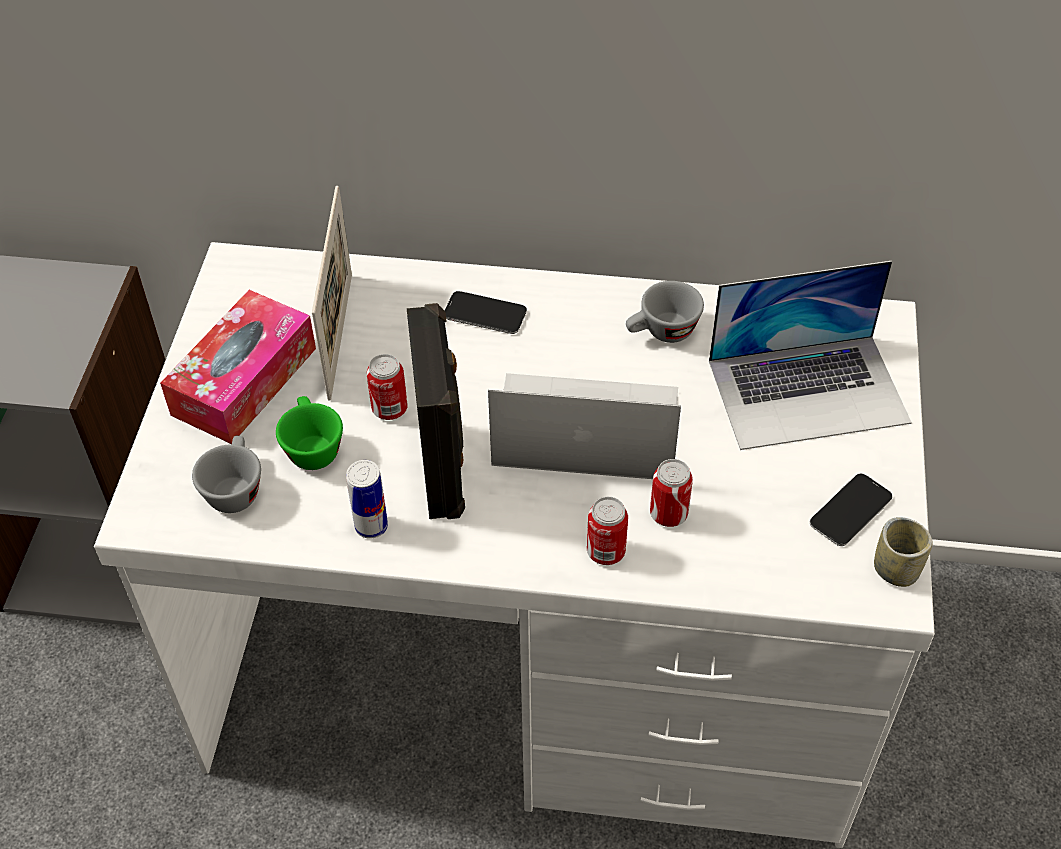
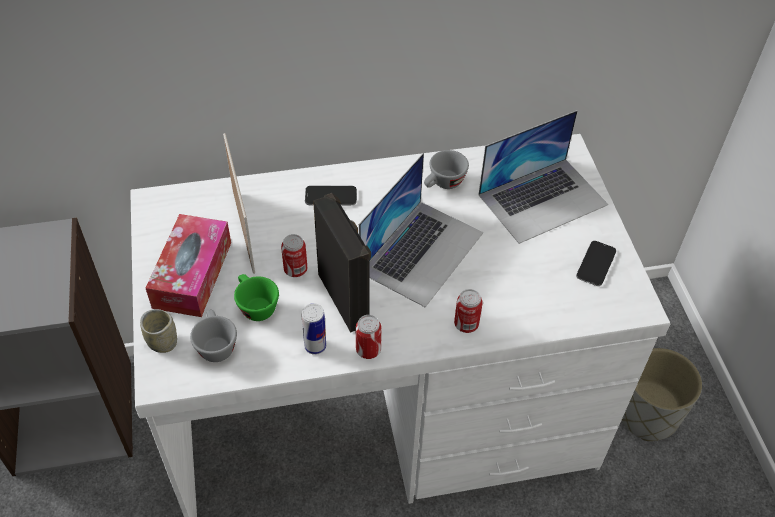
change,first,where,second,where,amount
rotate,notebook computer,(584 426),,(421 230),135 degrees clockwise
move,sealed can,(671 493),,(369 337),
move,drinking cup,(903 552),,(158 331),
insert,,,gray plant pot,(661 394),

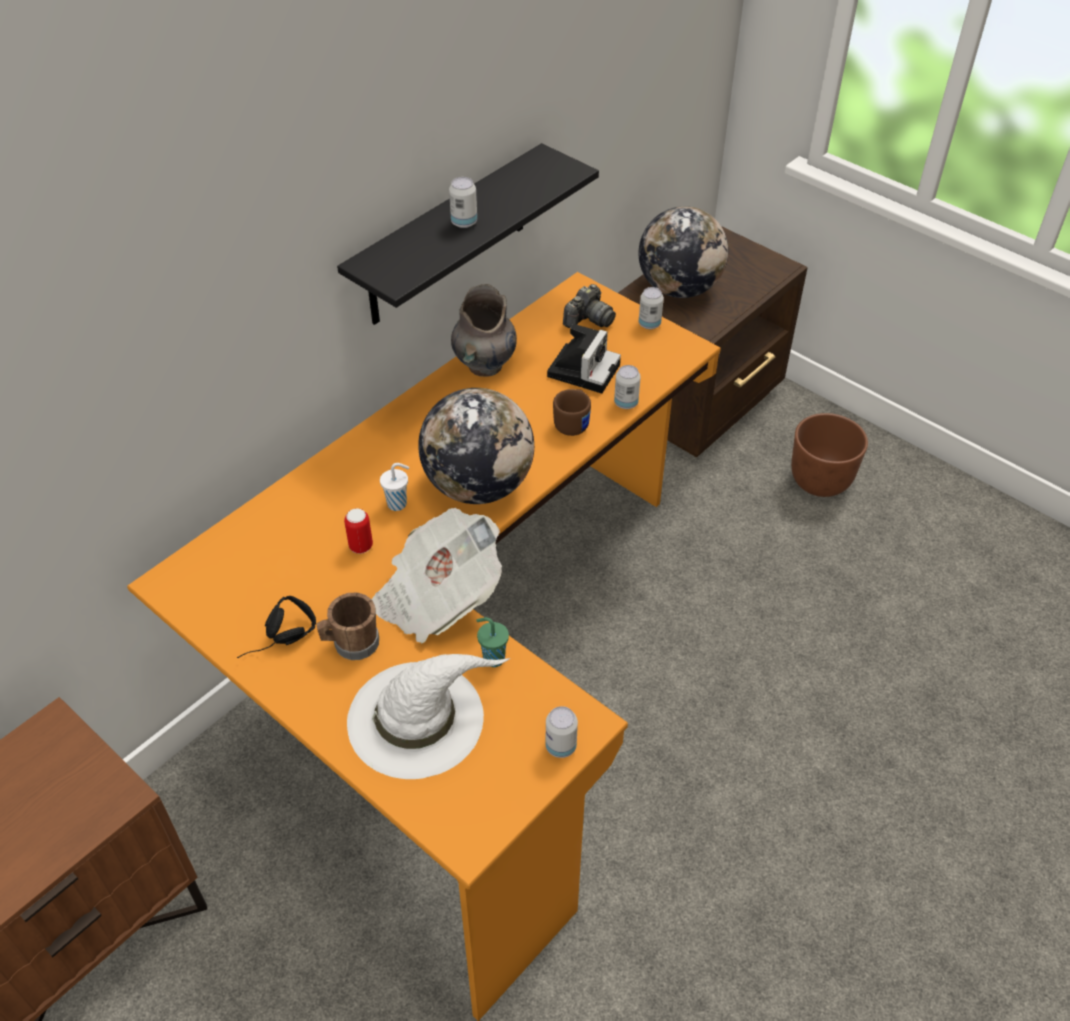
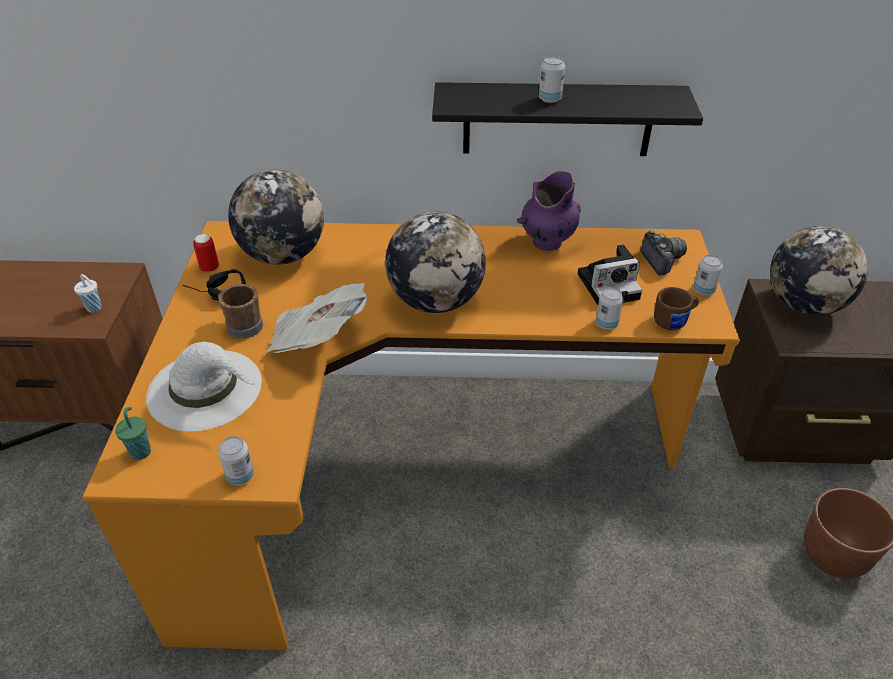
change,first,where,second,where,amount
move,sealed can,(358 531),,(206 253),
move,white-coloured drinking cup,(394 487),,(88 293),
recolor,gray decorative vase,(484 330),purple-coloured decorative vase,(549 211),
move,green-coloured drinking cup,(492 642),,(133 433),
move,brownish mug,(572 412),,(676 308),
rotate,still camera,(589 306),,(663 252),105 degrees counterclockwise
insert,,,world globe,(276 217),

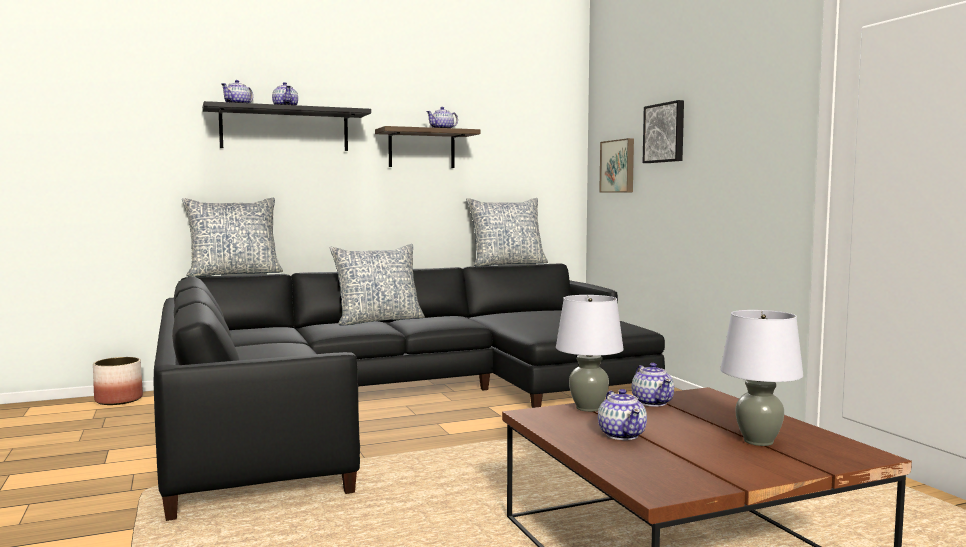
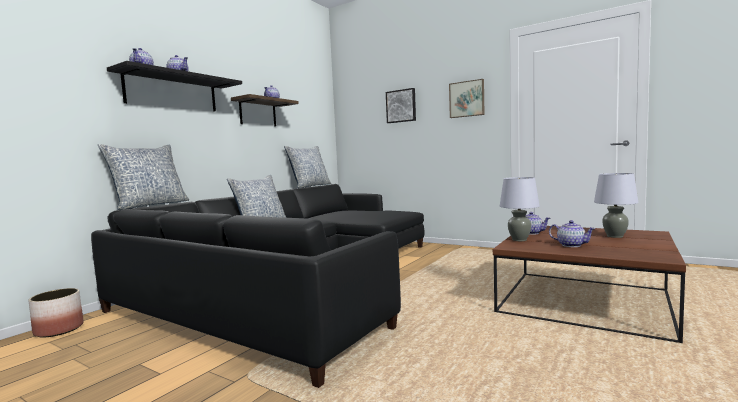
change,first,where,second,where,amount
move,wall picture,(616 165),,(467 98),

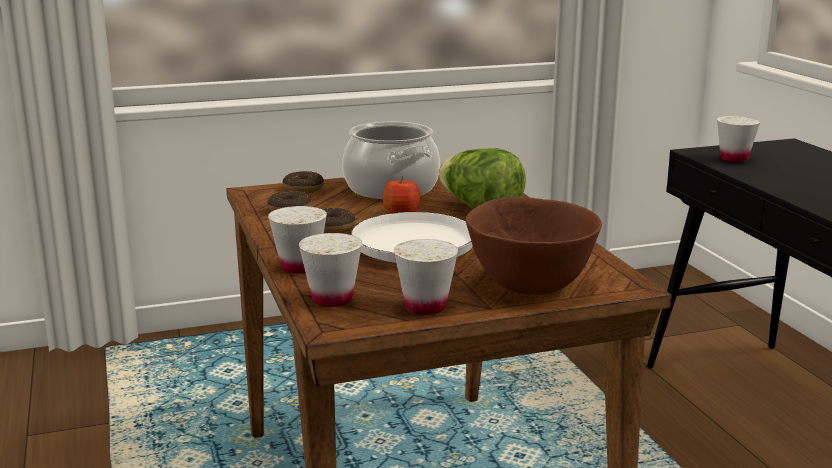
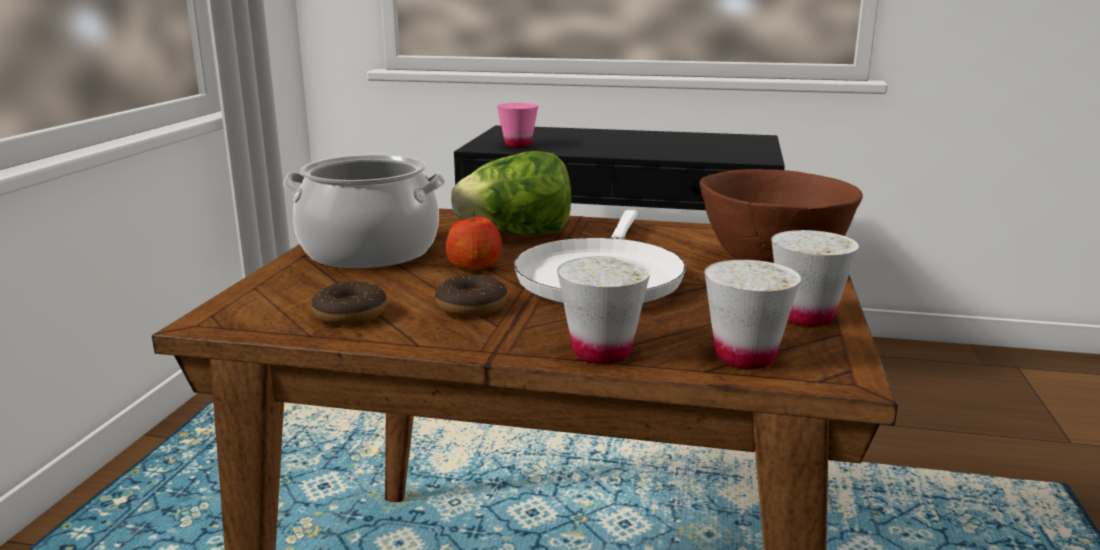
change,first,where,second,where,amount
delete,doughnut,(303 182),,,
recolor,white-coloured drinking cup,(738 139),pink drinking cup,(517 125),

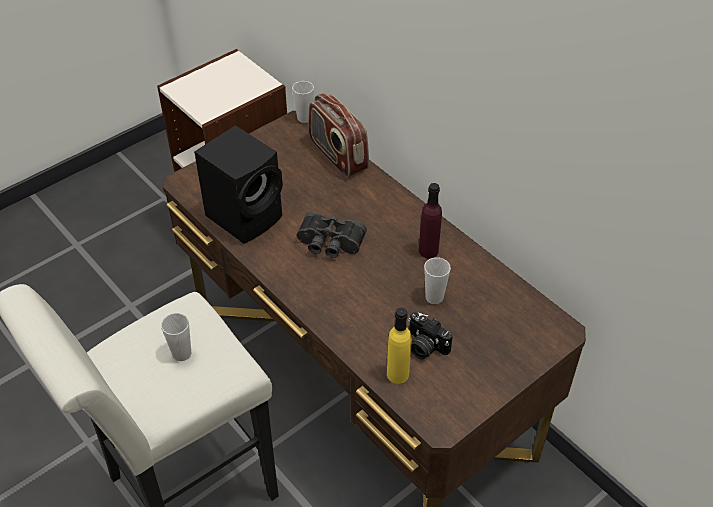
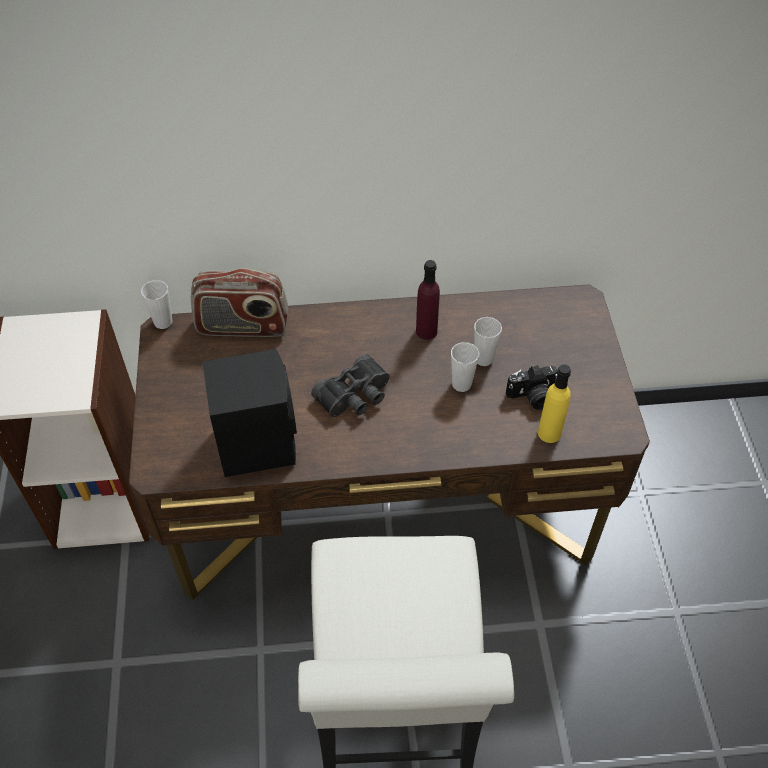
change,first,where,second,where,amount
move,drinking cup,(176 337),,(465 367),

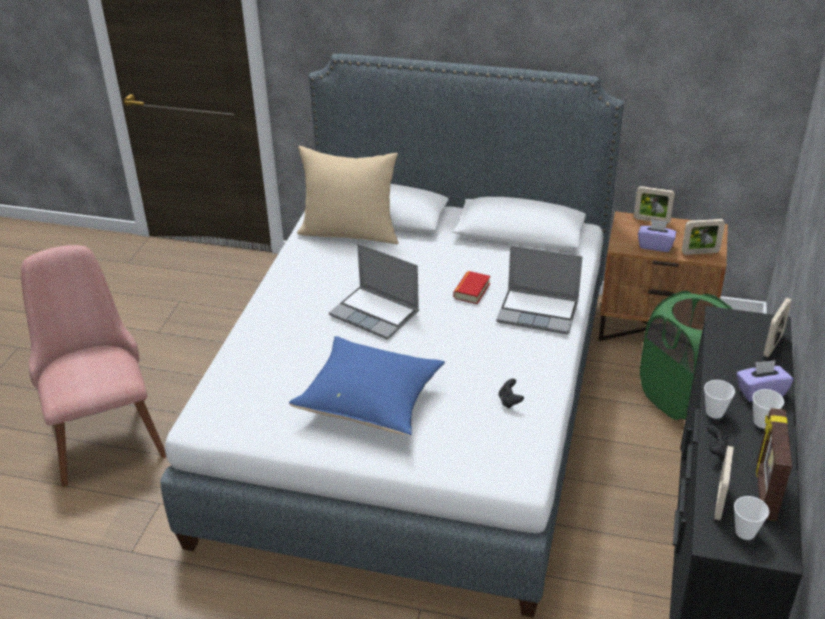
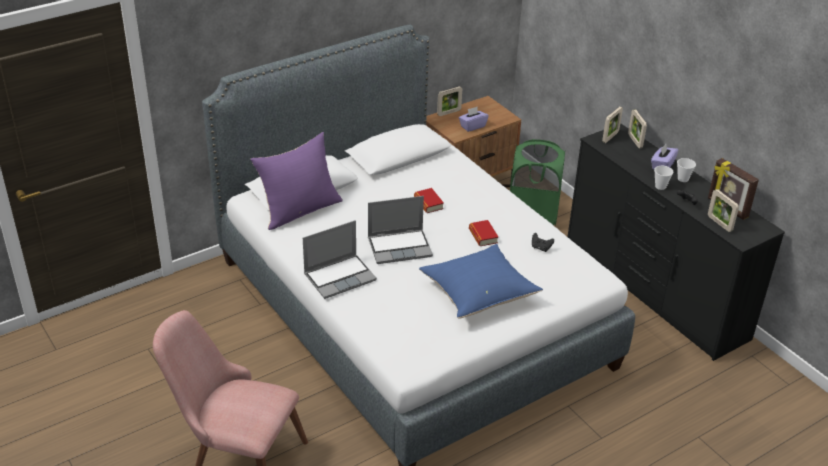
change,first,where,second,where,amount
recolor,beige-coloured throw pillow,(347 195),purple-coloured throw pillow,(296 181),
move,notebook computer,(539 289),,(340 259),
move,photo frame,(703 237),,(612 124),
delete,drinking cup,(751 518),,,
insert,,,volume,(483 233),

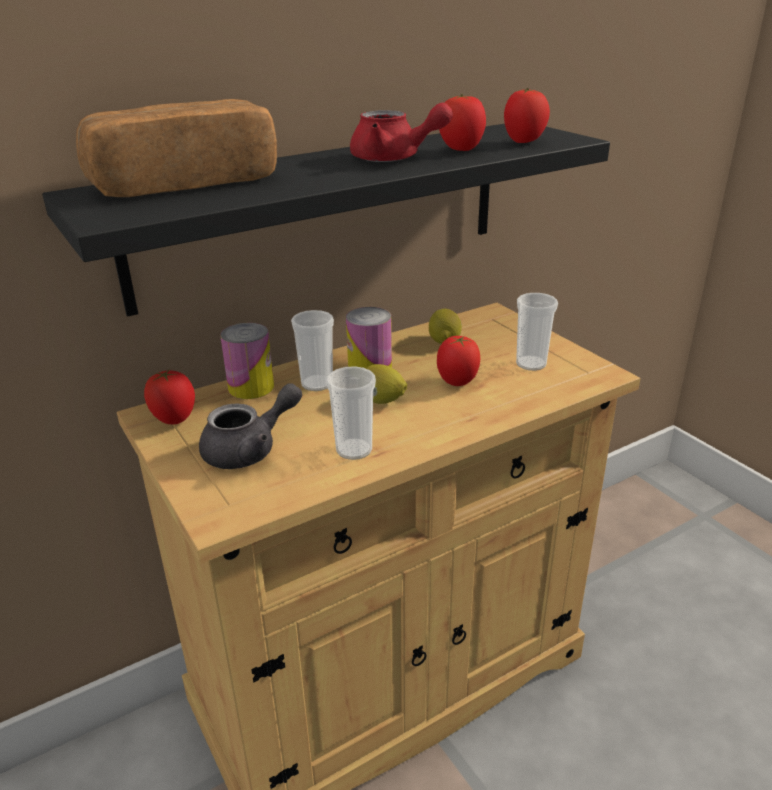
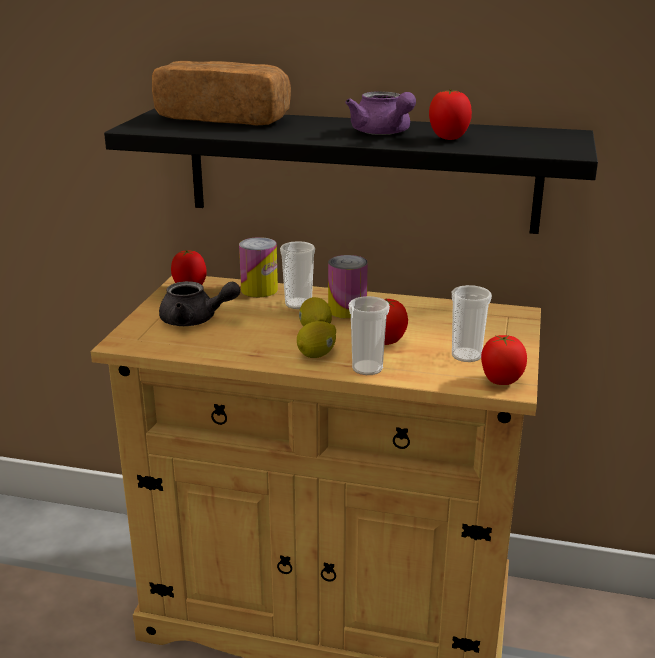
change,first,where,second,where,amount
move,drinking cup,(351 413),,(369 335),
recolor,red pot for tea,(401 132),purple-coloured pot for tea,(380 113),
move,citrus fruit,(445 326),,(316 339),
move,whole tomato,(527 115),,(504 360),

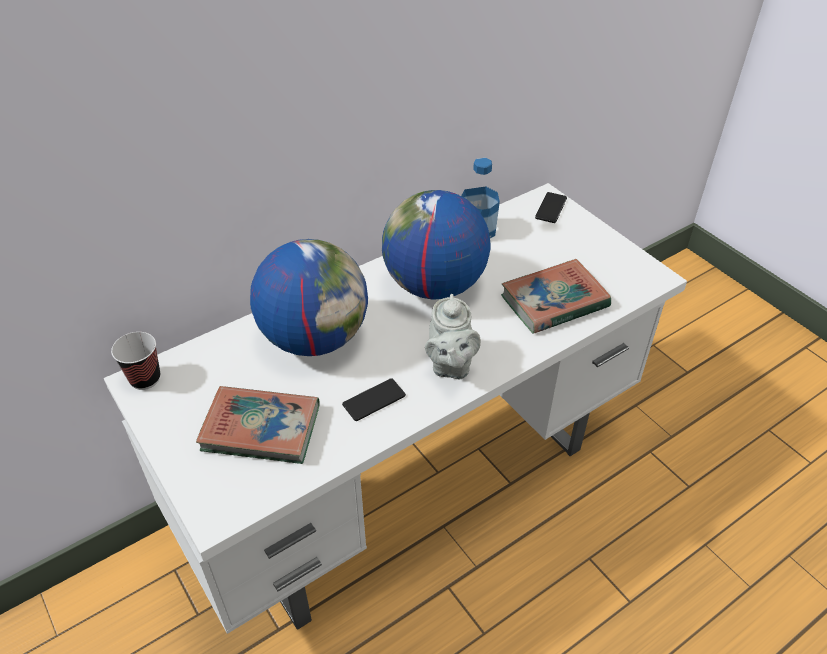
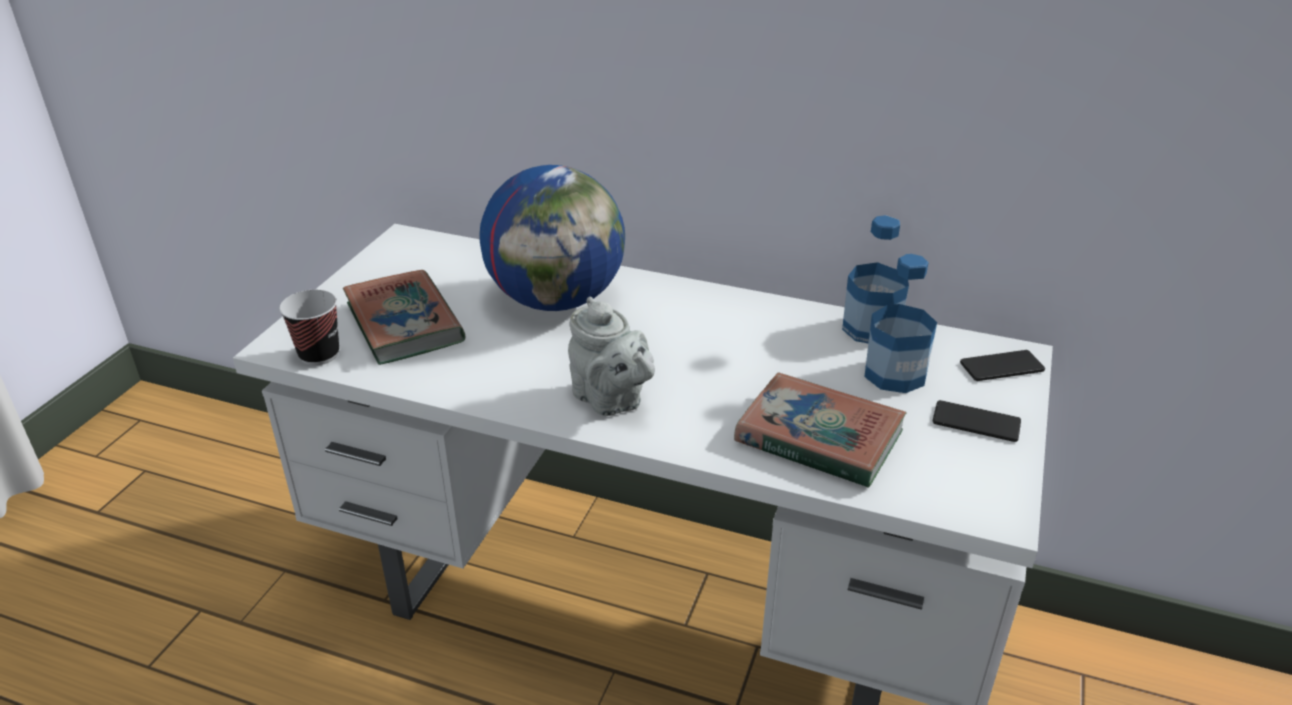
change,first,where,second,where,amount
move,drinking cup,(135 361),,(309 328),
move,handset,(374 399),,(977 421),
delete,world globe,(436 244),,,
rotate,gray pot for tea,(453 336),,(611 356),90 degrees counterclockwise
insert,,,bottle,(900 323),

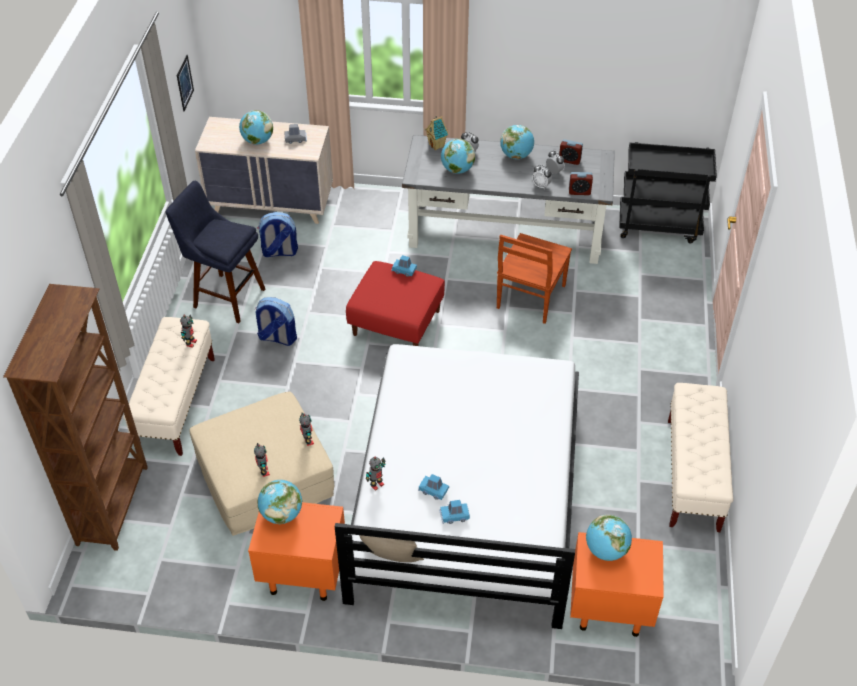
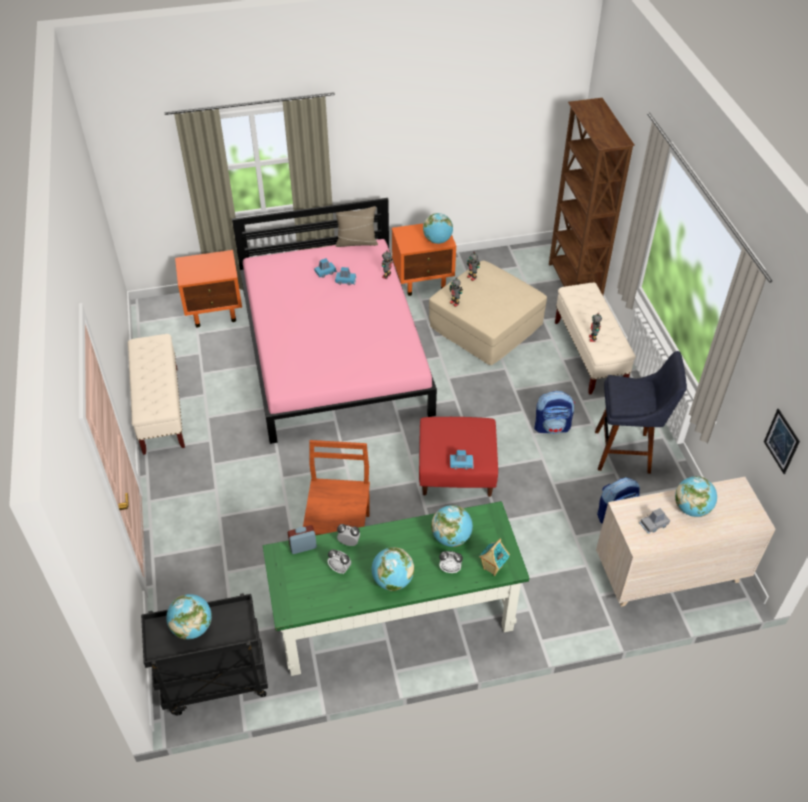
change,first,where,second,where,amount
recolor,white-coloured bed,(457 486),pink bed,(334 321),
recolor,gray desk unit,(508 199),green-coloured desk unit,(396 588),
delete,bedside clock,(571 152),,,
move,world globe,(609 538),,(189 617),

